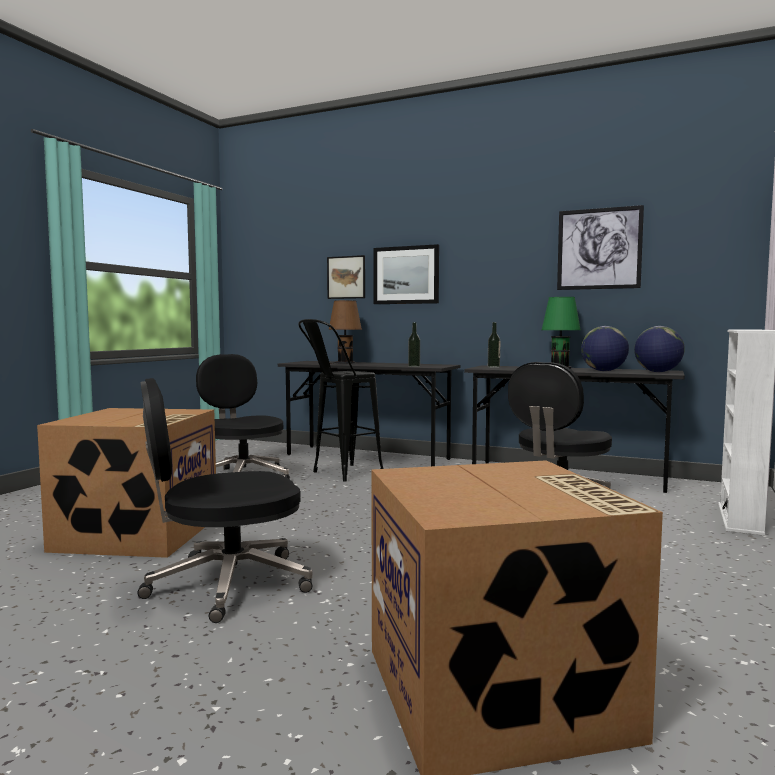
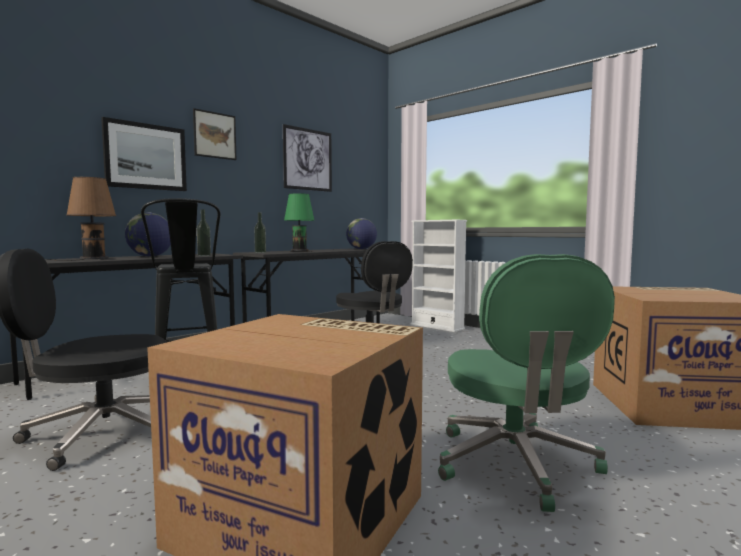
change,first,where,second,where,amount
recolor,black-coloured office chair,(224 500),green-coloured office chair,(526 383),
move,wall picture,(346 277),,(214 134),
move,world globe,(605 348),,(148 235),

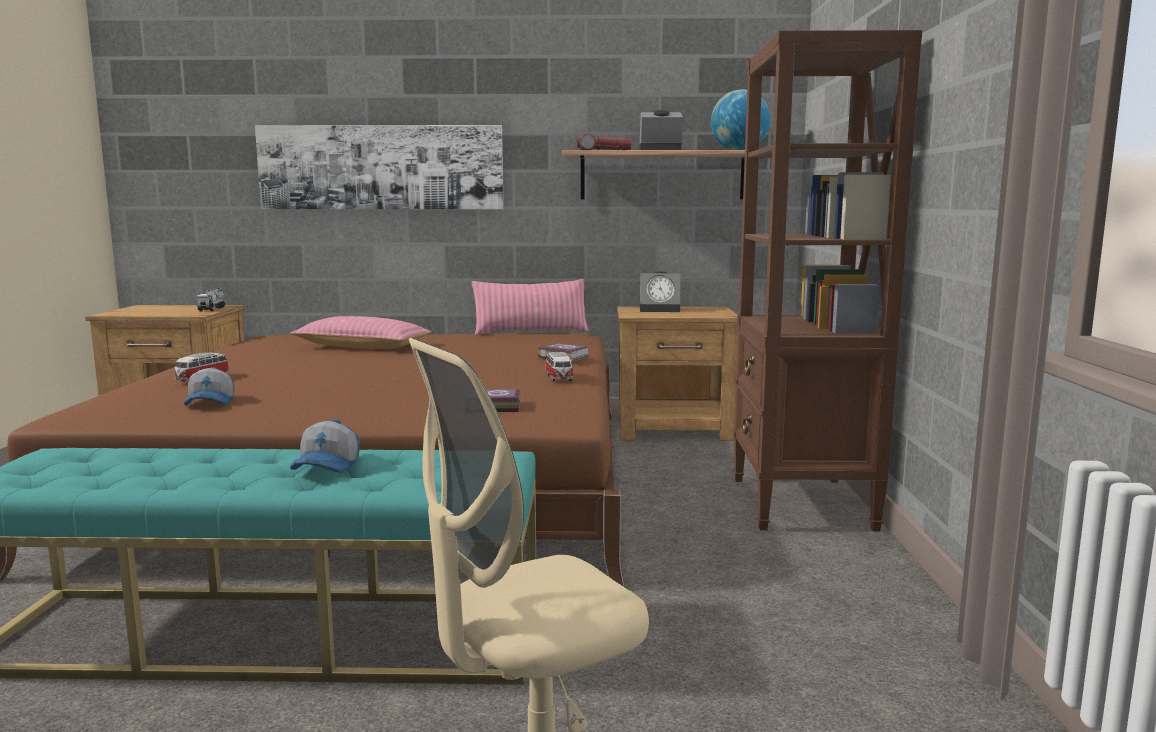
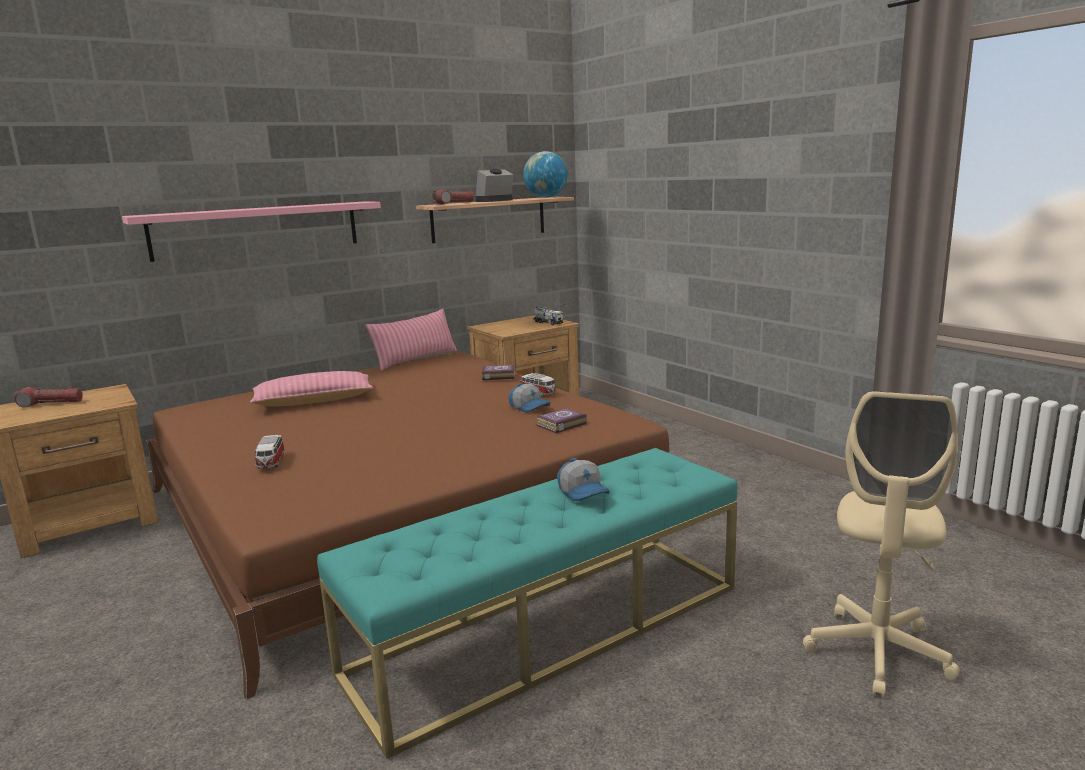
change,first,where,second,where,amount
move,peaked cap,(209 386),,(530 397),
move,toy truck,(210 299),,(548 316),
replace,wall picture,(379 167),pink bracket shelf,(251 231),
delete,bedside clock,(660 291),,,
delete,brownish shelving unit,(827 281),,,
insert,,,hand torch,(48 397),

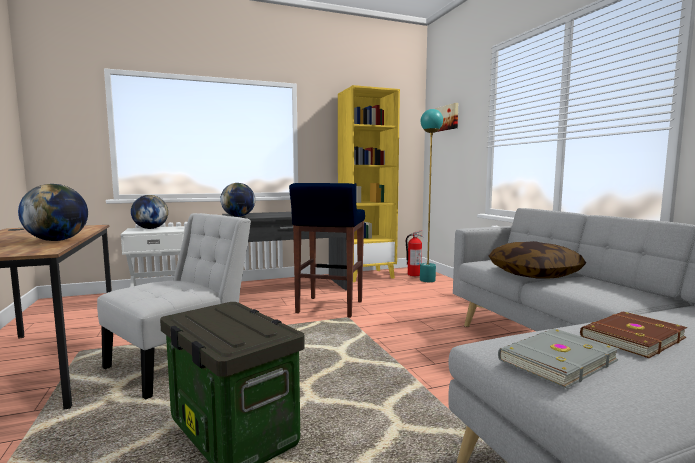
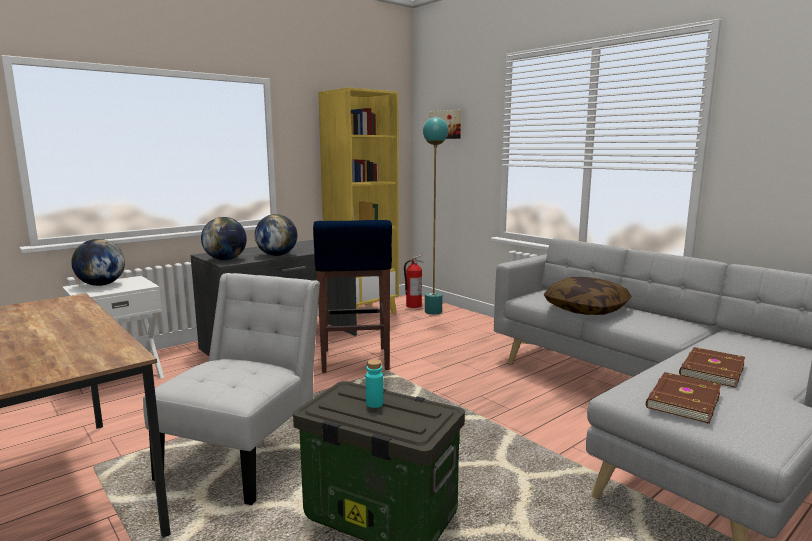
change,first,where,second,where,amount
move,world globe,(53 212),,(276 235),
recolor,gray volume,(558 358),brownish volume,(683 398),
insert,,,turquoise bottle,(374 383),

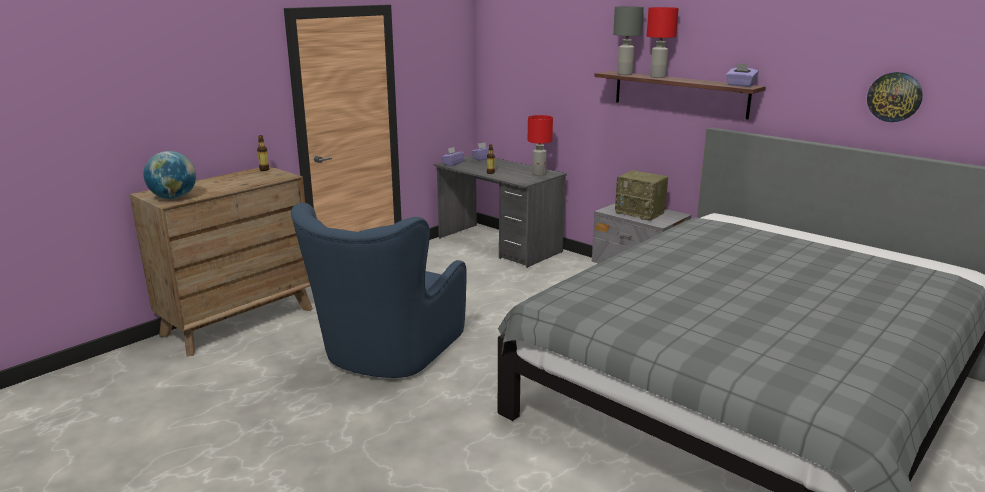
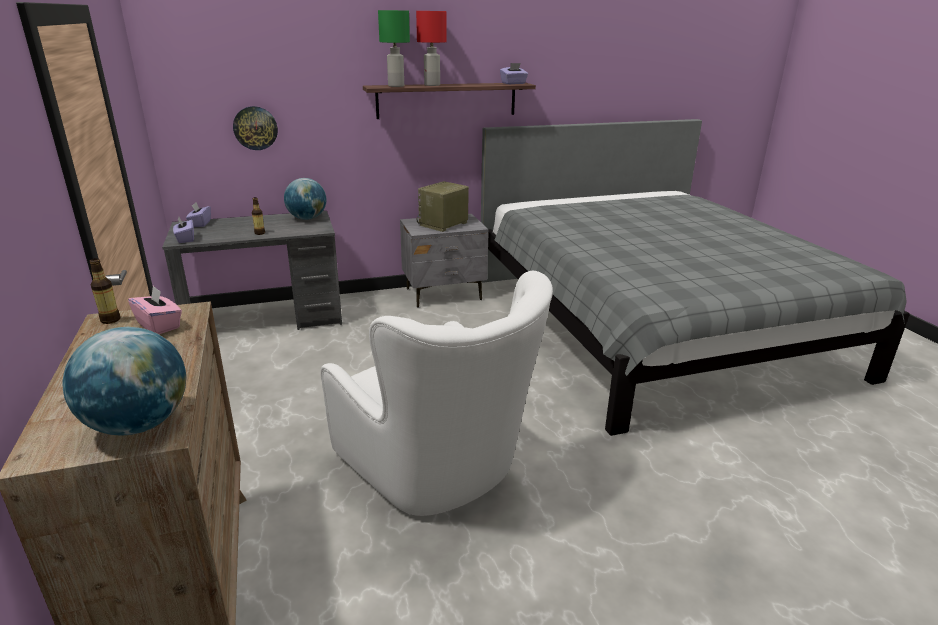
change,first,where,second,where,amount
recolor,blue lounge chair,(379 290),white-coloured lounge chair,(436 393),
replace,red tabletop lamp,(540 145),world globe,(305 199),
recolor,gray tabletop lamp,(628 40),green-coloured tabletop lamp,(394 48),
rotate,radio receiver,(641 195),,(442 206),150 degrees clockwise
move,wall clock,(895 97),,(255 128),
insert,,,pink tissue holder,(155 310),

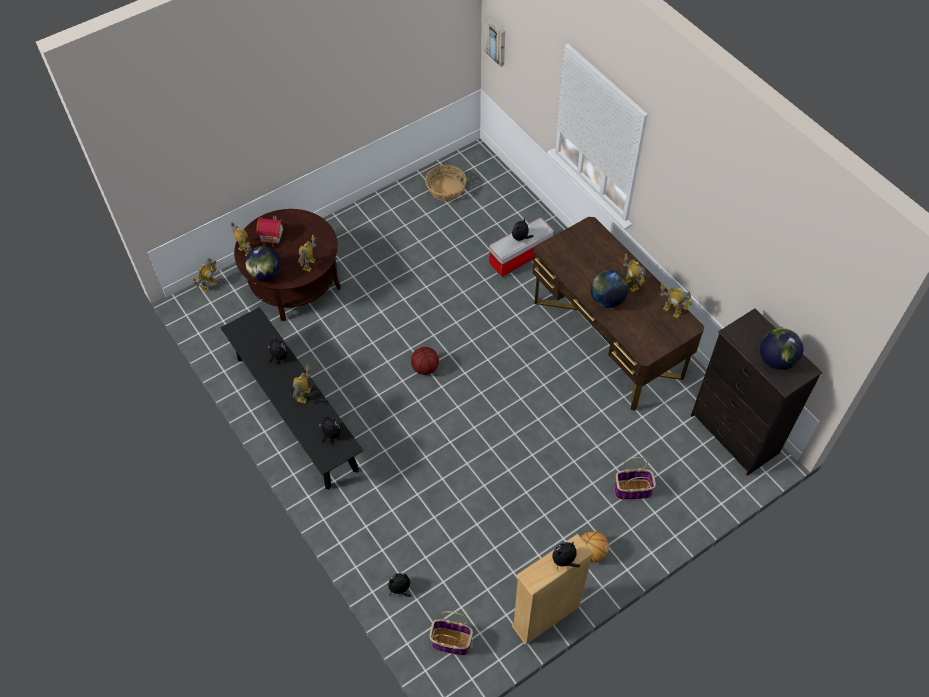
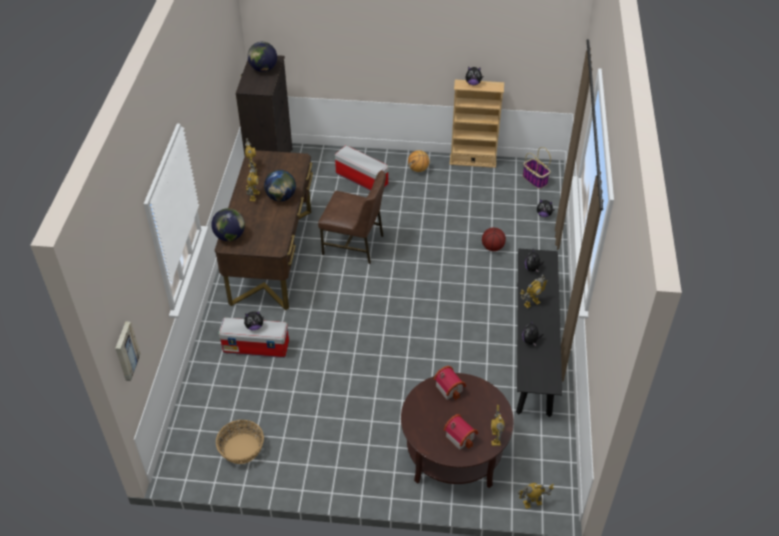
change,first,where,second,where,amount
move,world globe,(263 263),,(228 224),
replace,robot figure,(307 253),toy house,(450 383),
move,ball for basketball,(425 361),,(494 239),
replace,basket,(635 478),storage bin,(362 168),
insert,,,brownish chair,(352 217),

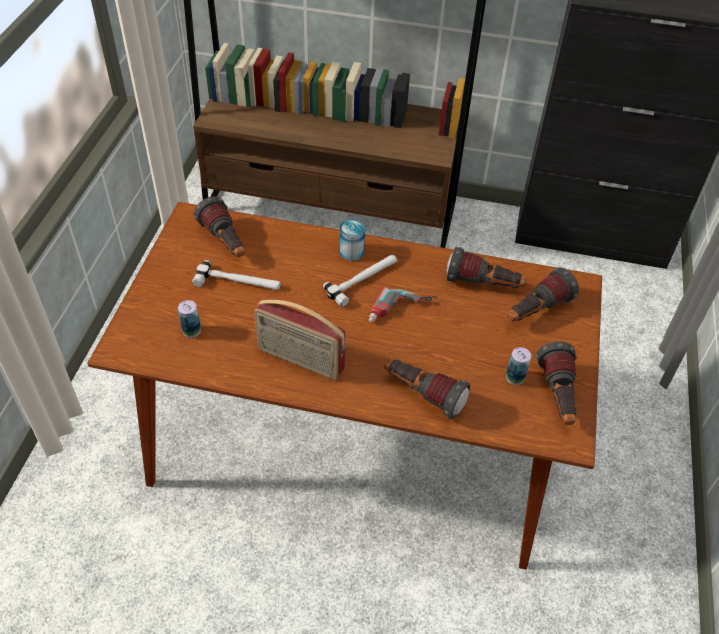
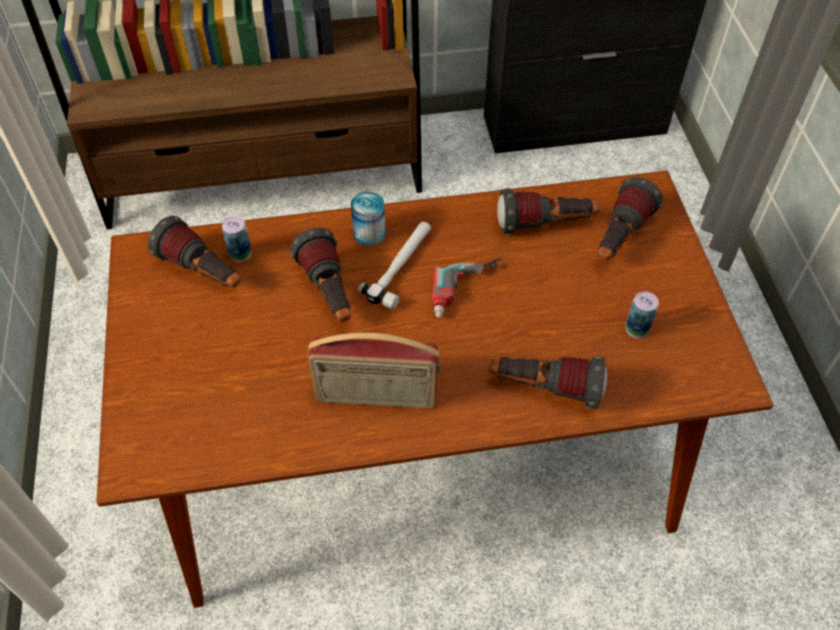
change,first,where,second,where,amount
move,sealed can,(189 319),,(237 239),
delete,hammer,(236 275),,,
move,hand torch,(556 383),,(320 275),

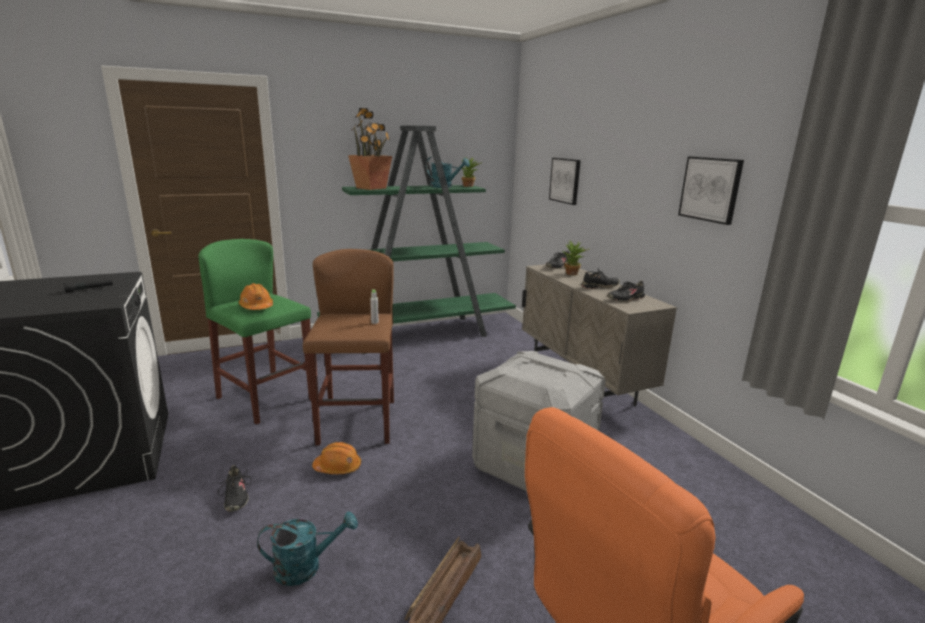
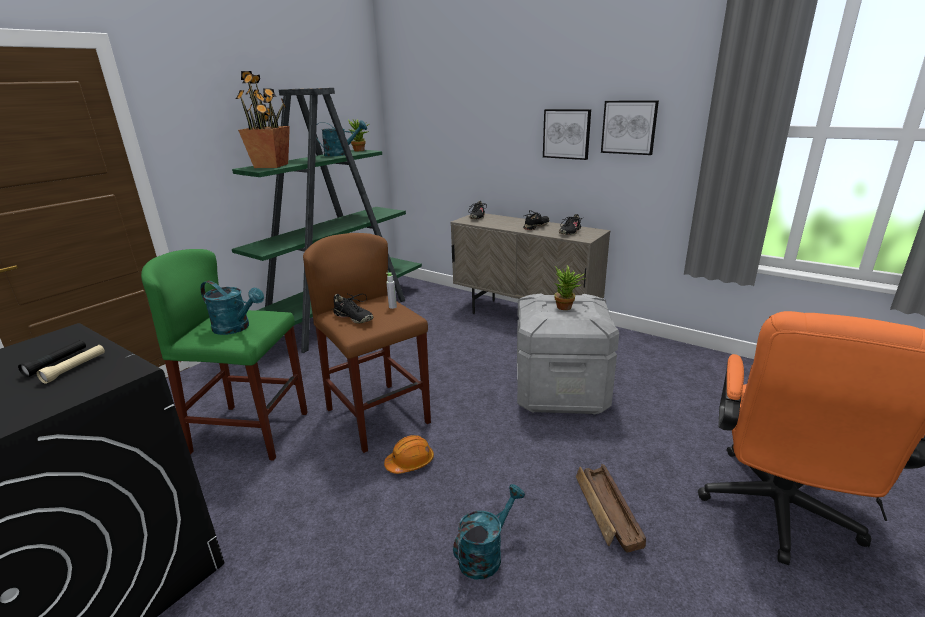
change,first,where,second,where,amount
move,black-coloured shoe,(234 488),,(352 308),
replace,orange hard hat,(255 296),turquoise watering pot,(232 308),
move,wall picture,(565 181),,(567 134),
move,potted plant,(576 257),,(570 287),
insert,,,beige-coloured hand torch,(71 364),

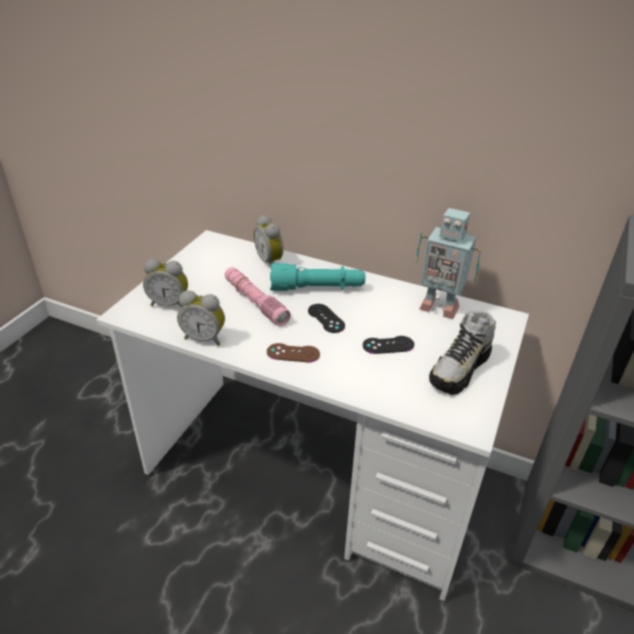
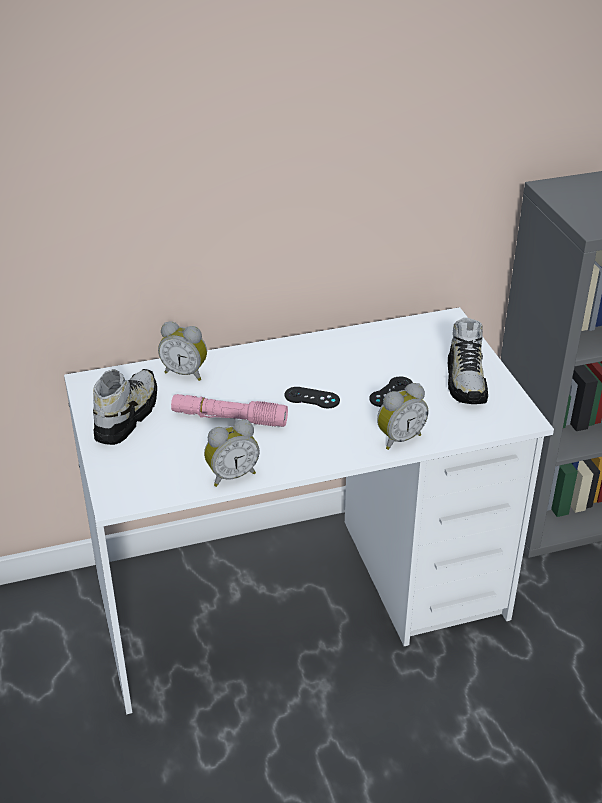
change,first,where,second,where,amount
move,bedside clock,(165 283),,(402 416),
delete,brownish joypad,(293 352),,,
delete,turquoise hand torch,(317 277),,,
delete,robot figure,(448 263),,,
insert,,,shoe,(125 407),

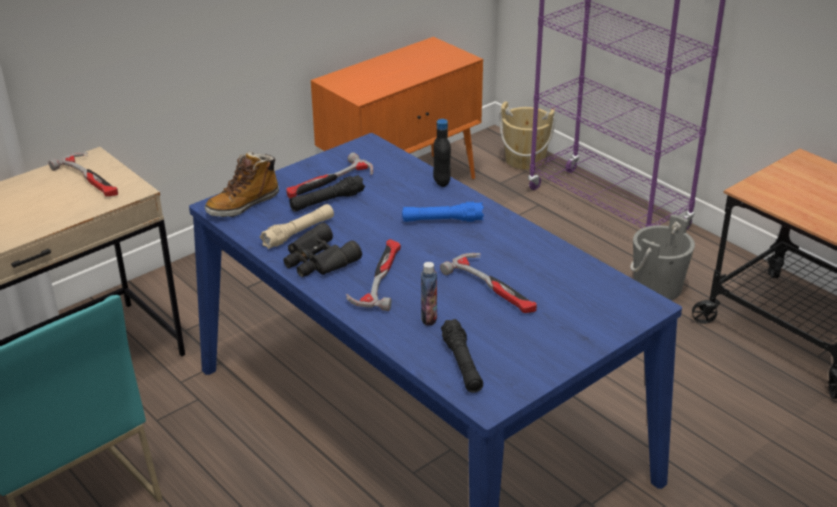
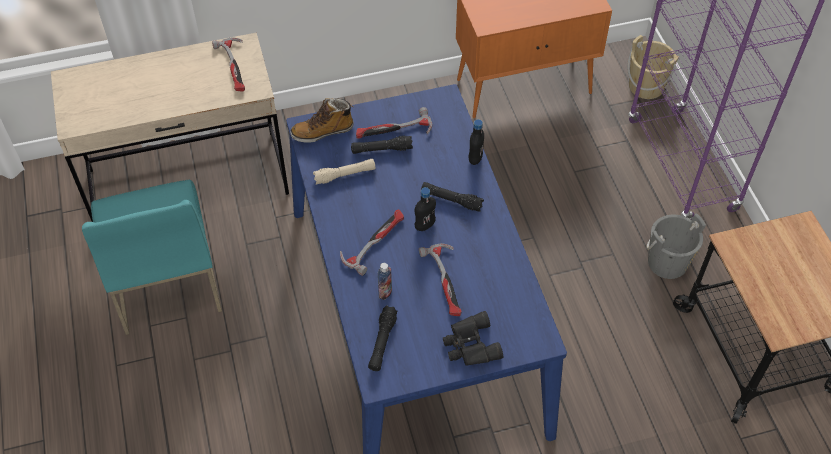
change,first,where,second,where,amount
move,black-coloured pair of binoculars,(322 249),,(473 338),
recolor,blue hand torch,(443 212),black-coloured hand torch,(452 197),
insert,,,black-coloured bottle,(425 209),

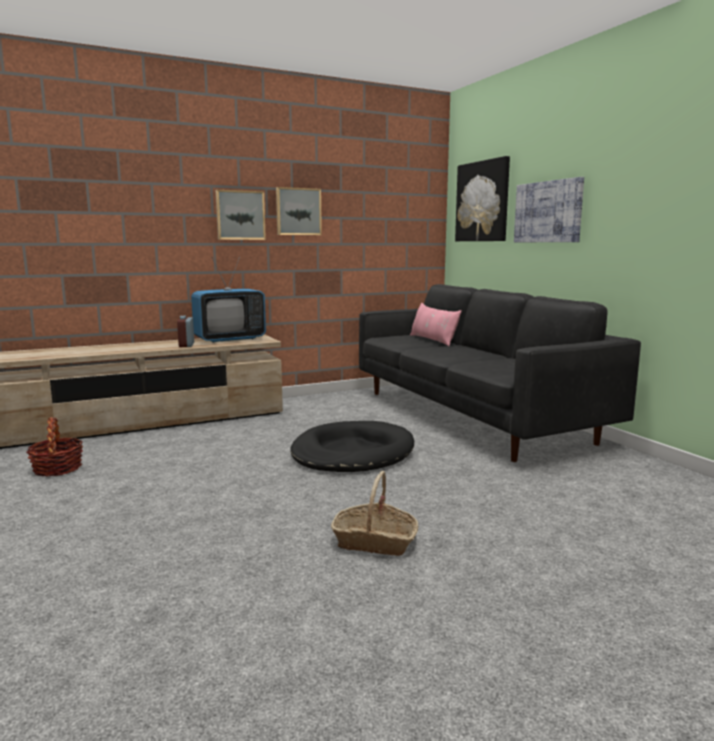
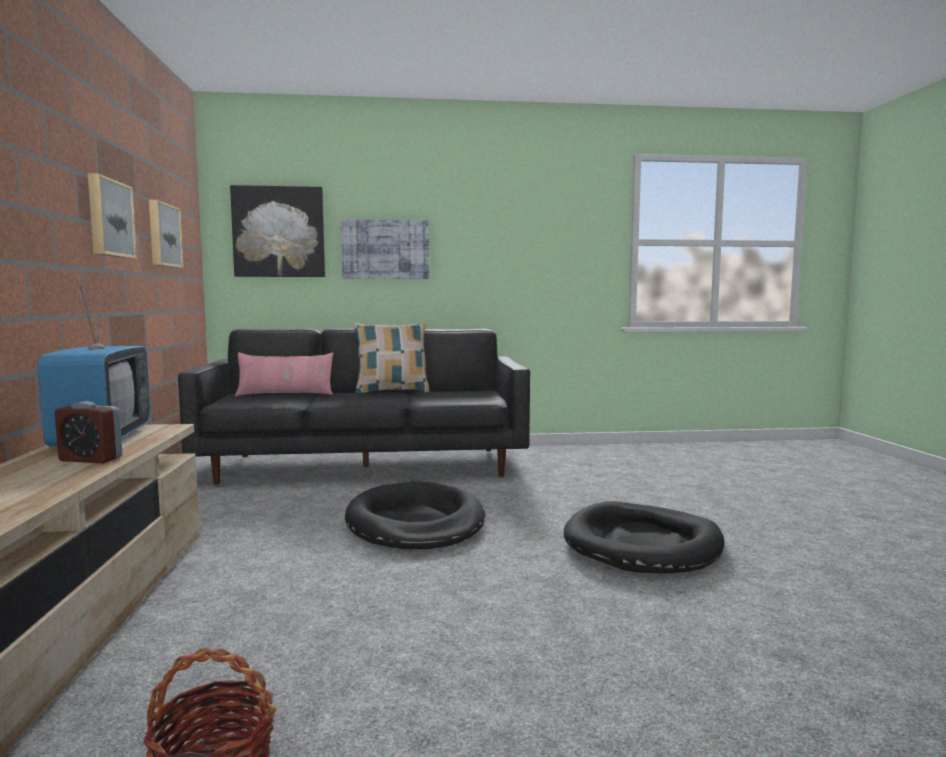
change,first,where,second,where,amount
move,wall picture,(241 215),,(166 234),
replace,basket,(374 513),black-coloured dog cushion,(644 537),
insert,,,throw pillow,(391 359),

